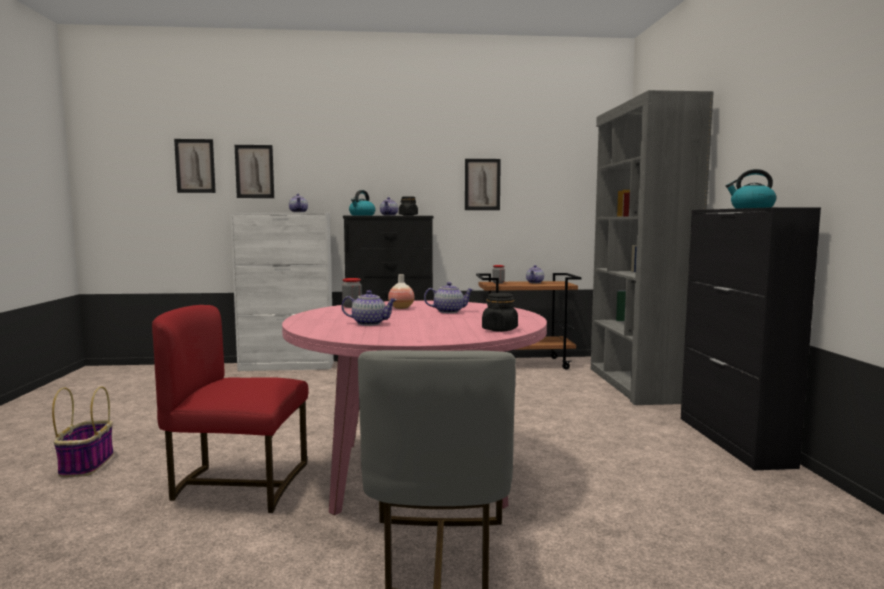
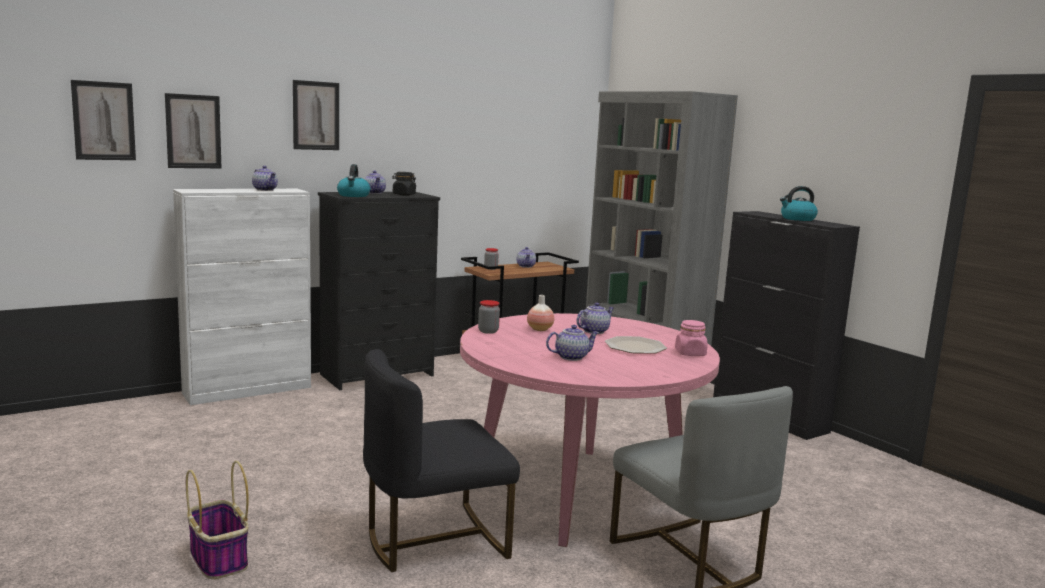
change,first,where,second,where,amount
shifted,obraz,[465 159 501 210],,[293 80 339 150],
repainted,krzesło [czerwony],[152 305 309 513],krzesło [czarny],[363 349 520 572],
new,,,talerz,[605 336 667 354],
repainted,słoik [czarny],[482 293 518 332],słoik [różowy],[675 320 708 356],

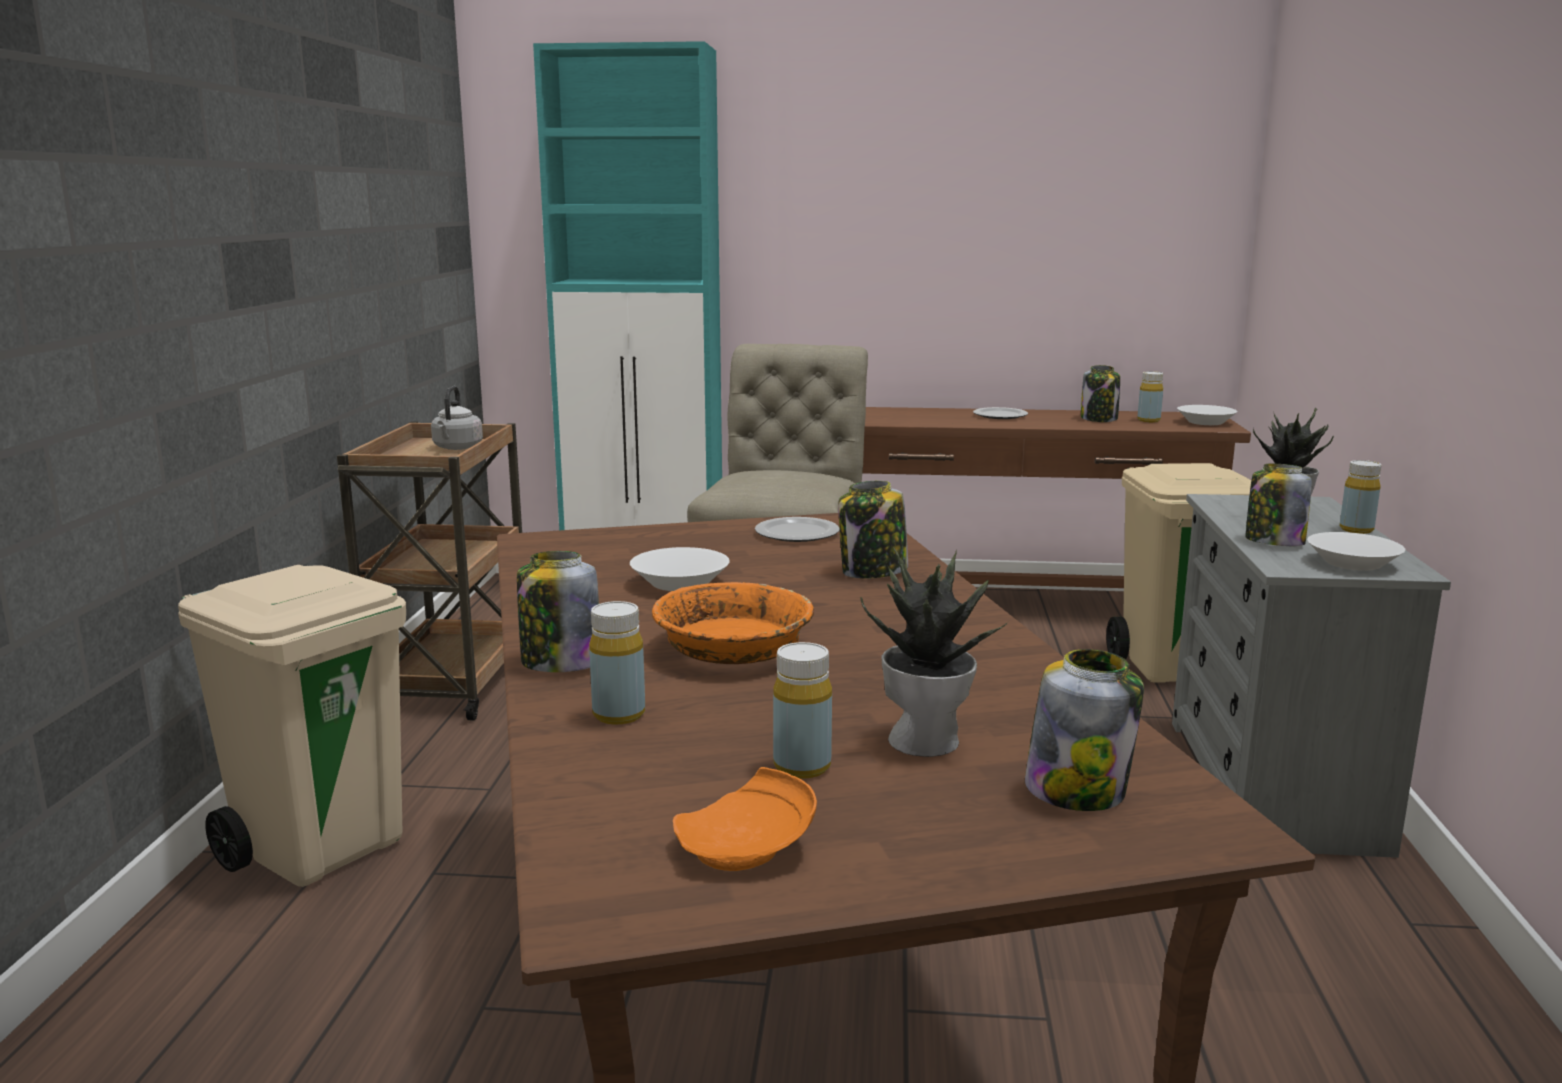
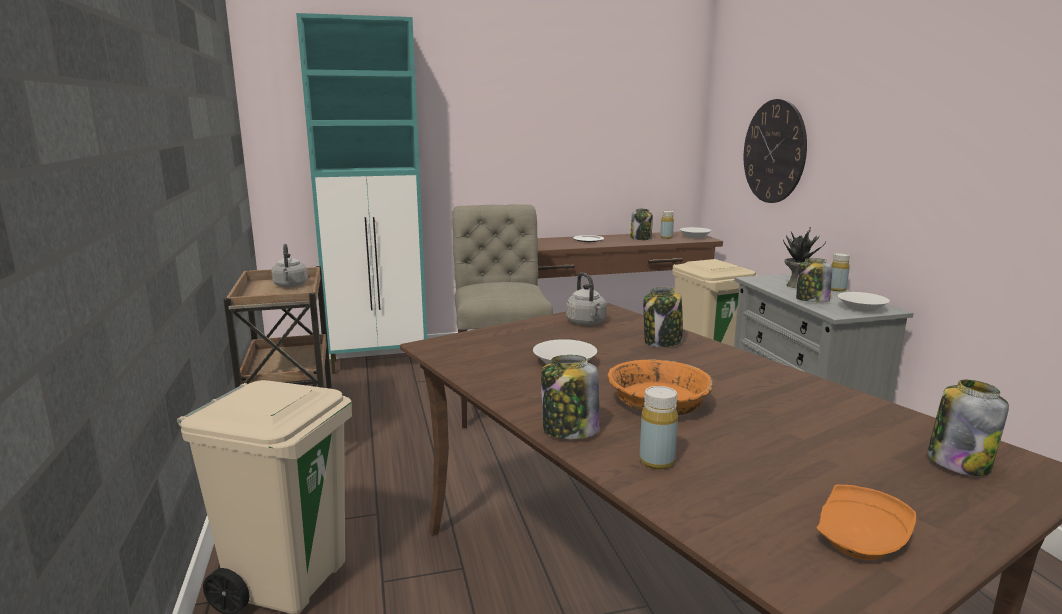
change,first,where,second,where,amount
swapped,talerz,[755 517 839 542],czajnik [szary],[566 272 607 325],
new,,,zegar ścienny,[744 99 807 203],
gone,butelka [żółty],[773 642 832 779],,,
gone,roślina doniczkowa,[860 548 1008 757],,,

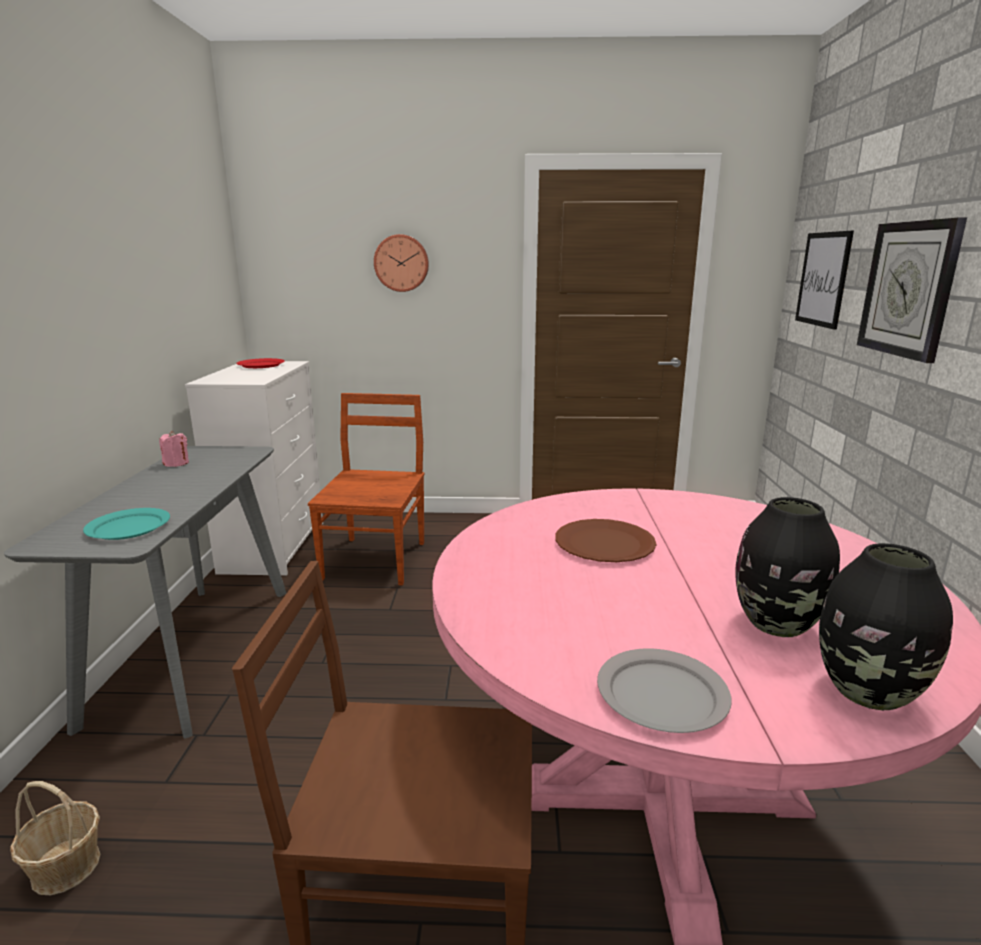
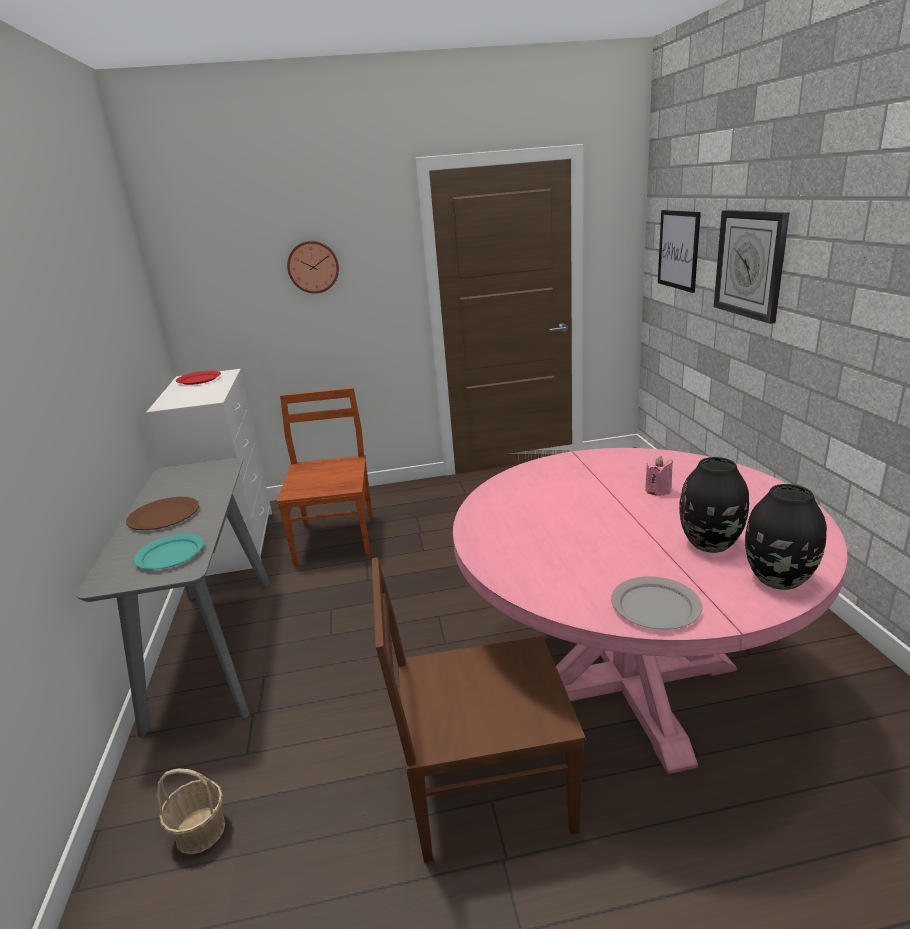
change,first,where,second,where,amount
shifted,talerz [brązowy],[556 519 656 562],,[126 497 199 530],
shifted,świeca [różowy],[159 430 189 467],,[645 456 673 496],

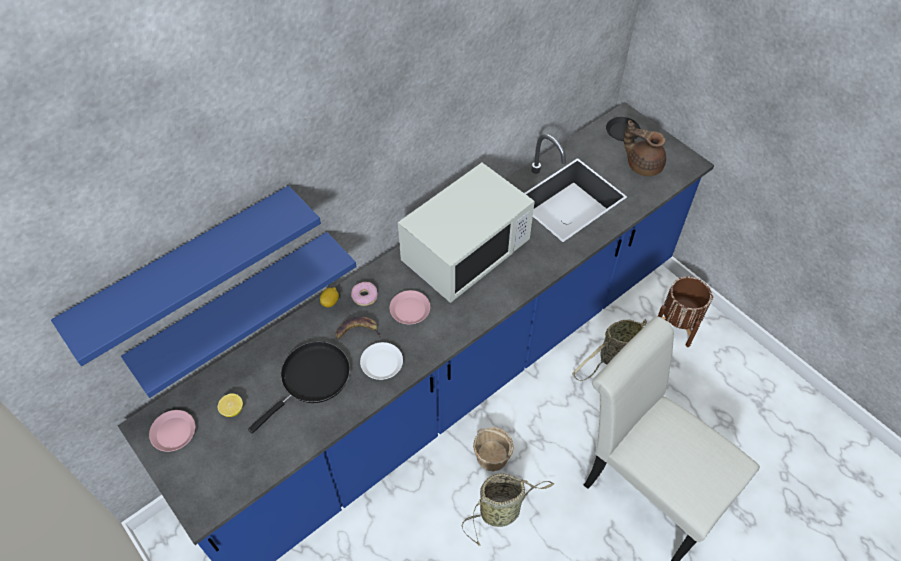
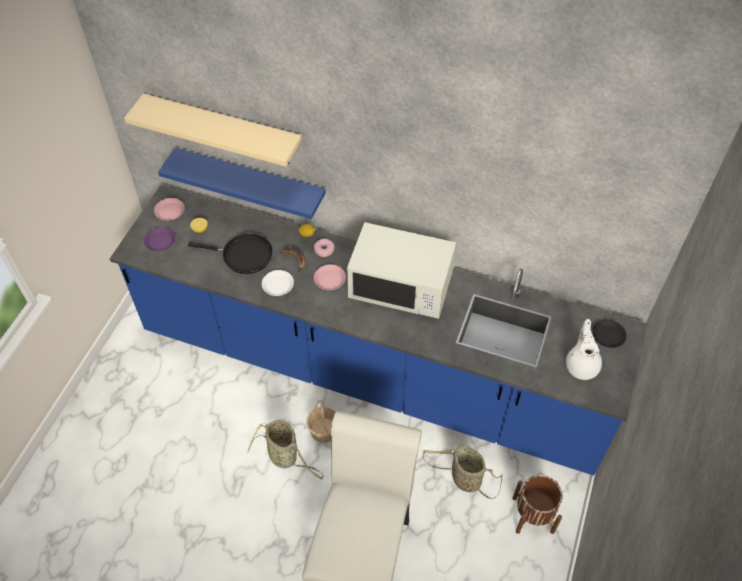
change,first,where,second,where,amount
repainted,półka [niebieski],[51 186 321 366],półka [beżowy],[124 94 302 166],
new,,,talerz [fioletowy],[144 227 175 251],
repainted,imbryk [brązowy],[624 120 666 176],imbryk [biały],[566 319 602 380],

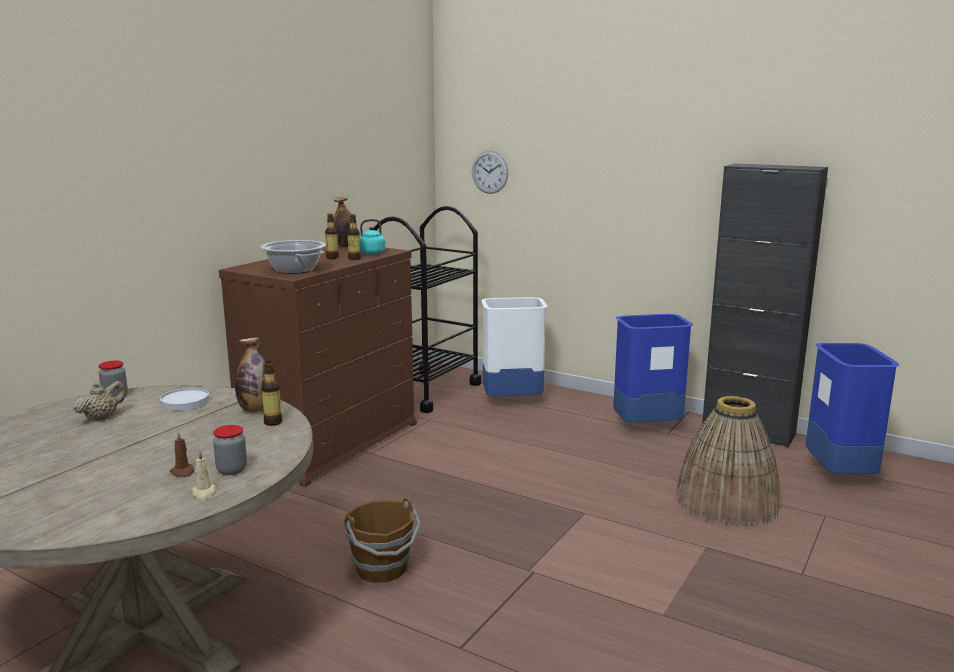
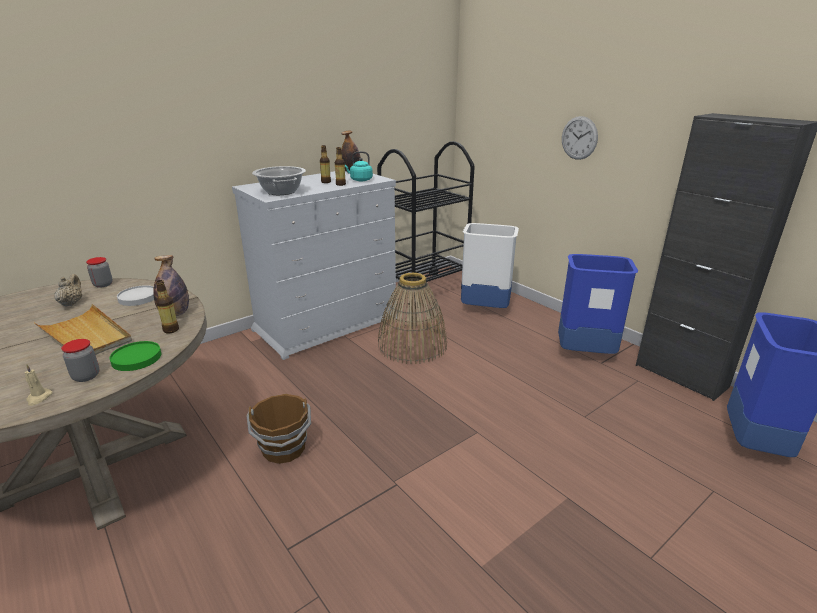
change,first,where,second,where,amount
new,,,taca [beżowy],[34 304 132 355],
rotated,imbryk [beżowy],[73 381 126 421],,[54 274 82 307],60 degrees counterclockwise
new,,,talerz [zielony],[109 341 161 371],
repainted,komoda [brązowy],[219 246 417 487],komoda [biały],[232 171 397 360],
shifted,koszyk,[676 396 780 527],,[378 273 447 364],
shifted,zegar ścienny,[472 151 508 194],,[562 116 598 160],
gone,świeca [brązowy],[169 432 194 477],,,

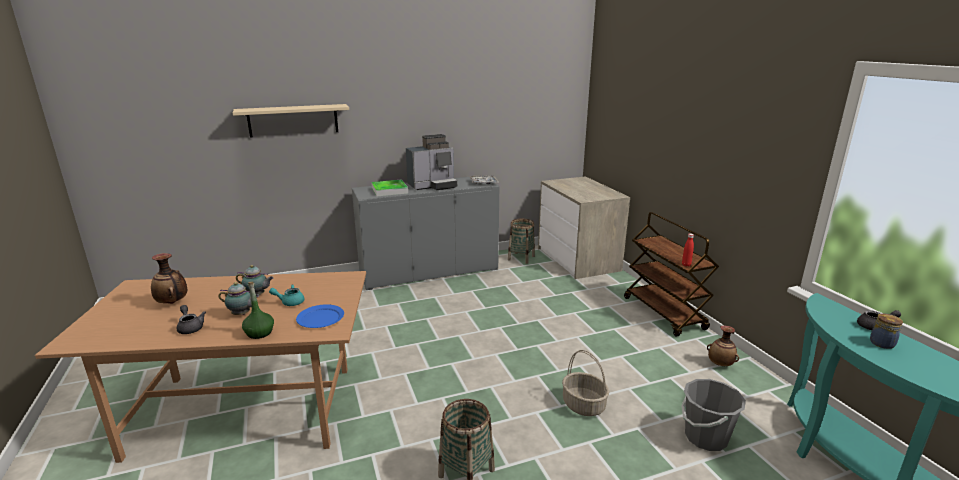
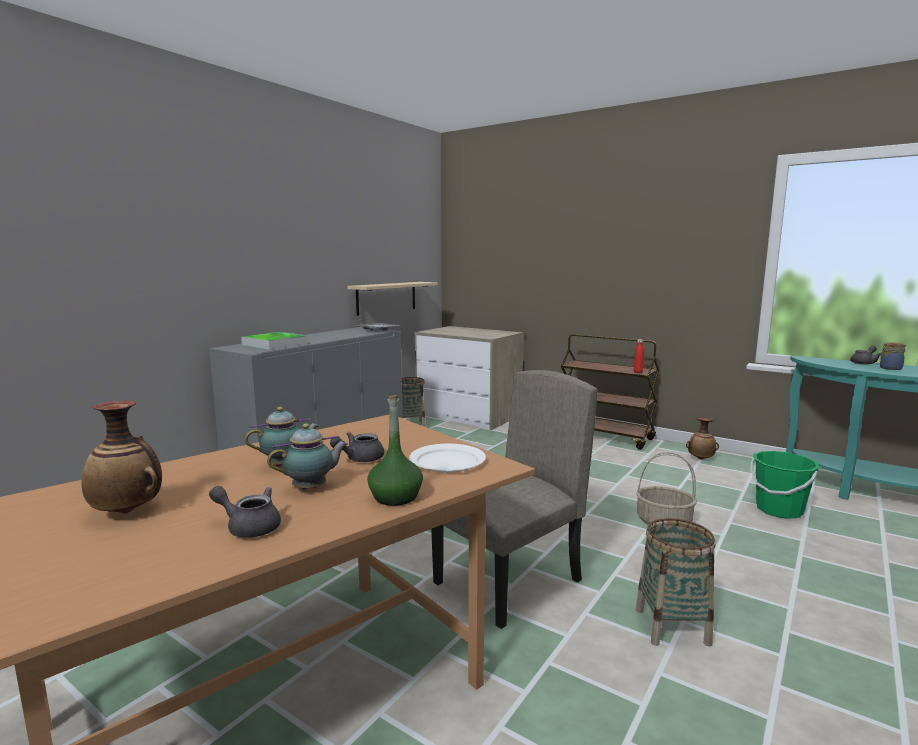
change,first,where,second,where,amount
repainted,imbryk [turkusowy],[269 285 305 306],imbryk [szary],[330 432 384 462],
shifted,półka [beżowy],[232 104 349 138],,[347 282 438 316],
repainted,talerz [niebieski],[296 304 344 328],talerz [biały],[409 444 486 473],
new,,,krzesło [beżowy],[431 370 598 629],
repainted,wiadro [szary],[681 379 746 451],wiadro [zielony],[750 451 820 519],
gone,ekspres do kawy,[406 134 457 190],,,

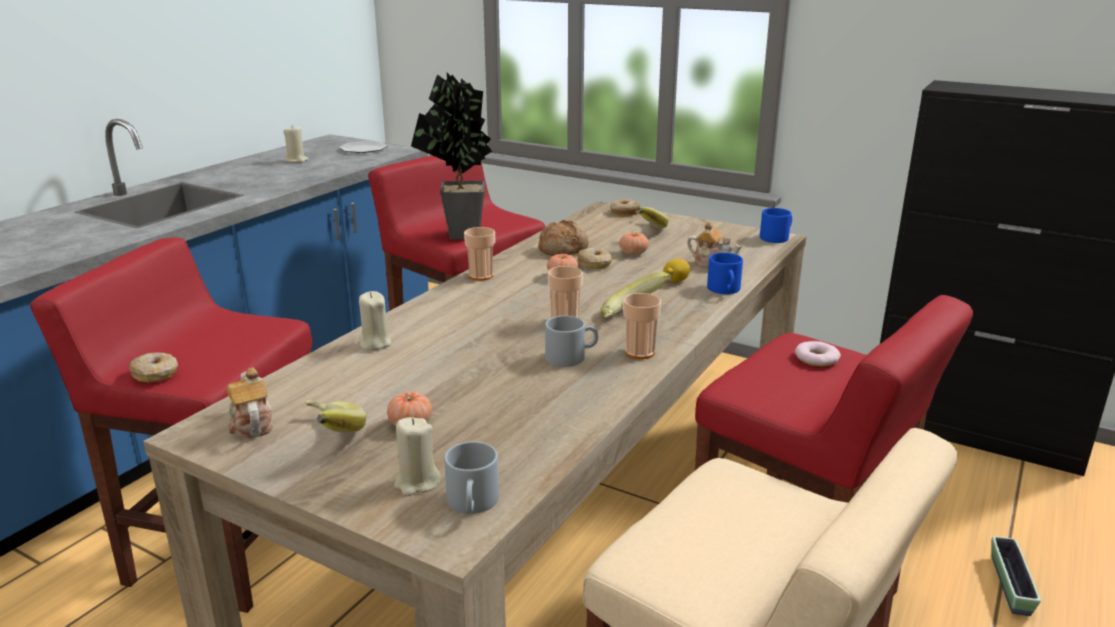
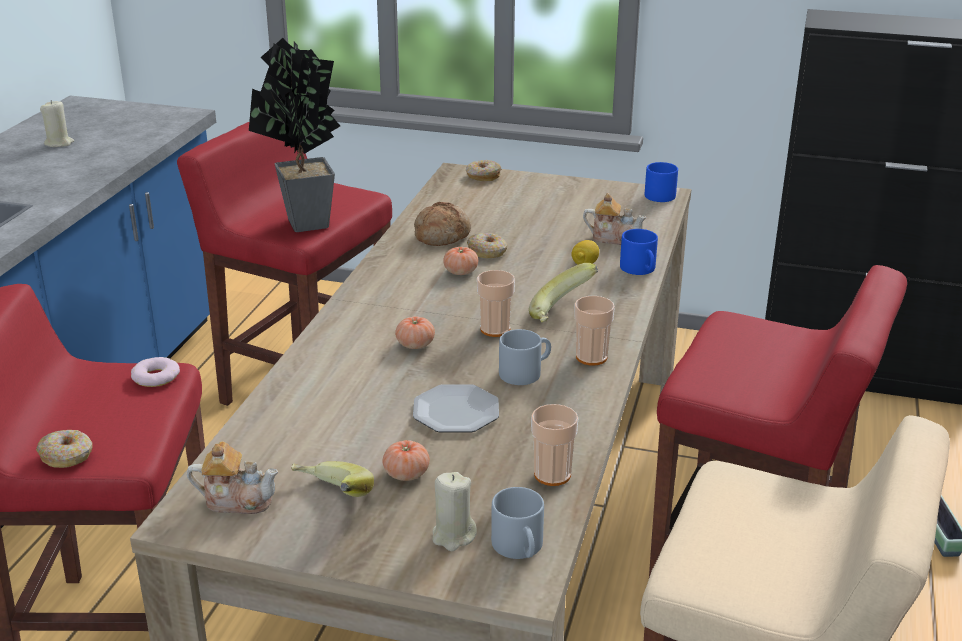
change,first,where,second,where,amount
shifted,donut,[795 341 841 366],,[131 357 180 387],
rotated,imbryk,[227 367 273 438],,[187 441 278 514],135 degrees clockwise
shifted,pomidor,[619 232 649 255],,[395 316 435 349],
shifted,talerz,[339 141 387 153],,[413 384 499 433],
shifted,filiżanka,[464 227 495 281],,[531 404 578 486],
gone,świeca [beżowy],[359 291 391 350],,,
gone,banan,[637 207 669 229],,,

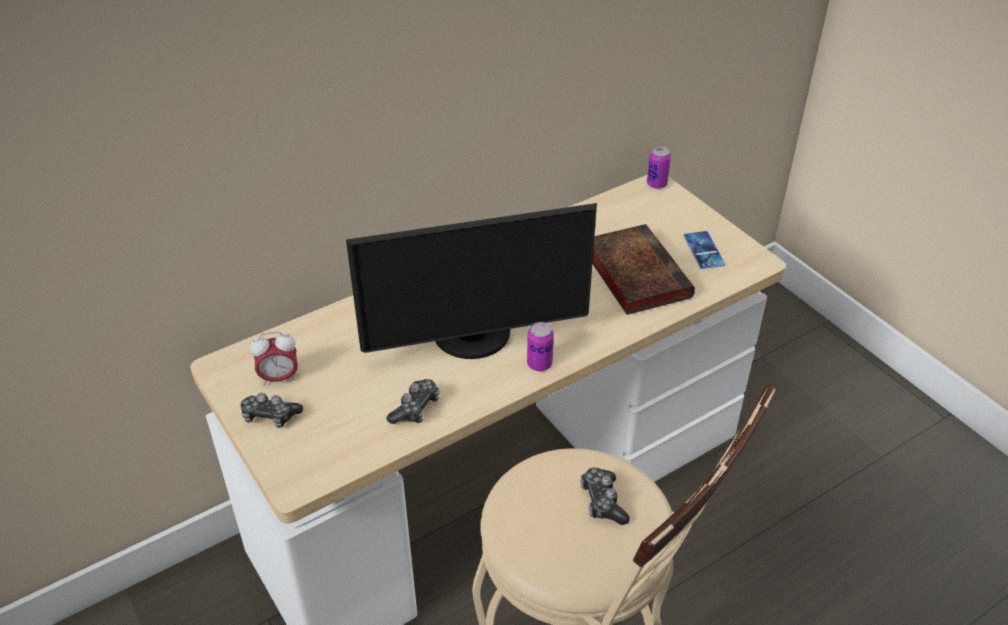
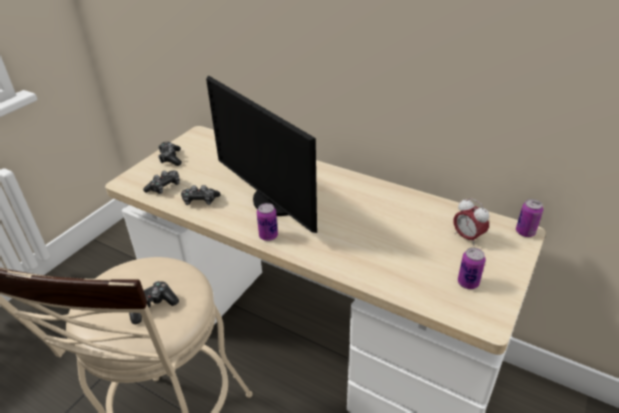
change,first,where,second,where,amount
new,,,pad do gier,[143 171 180 194],
shifted,budzik,[250 332 298 386],,[454 198 489 246],
swapped,telefon,[684 231 725 269],puszka,[458 248 486 289],
gone,książka,[592 224 695 315],,,

